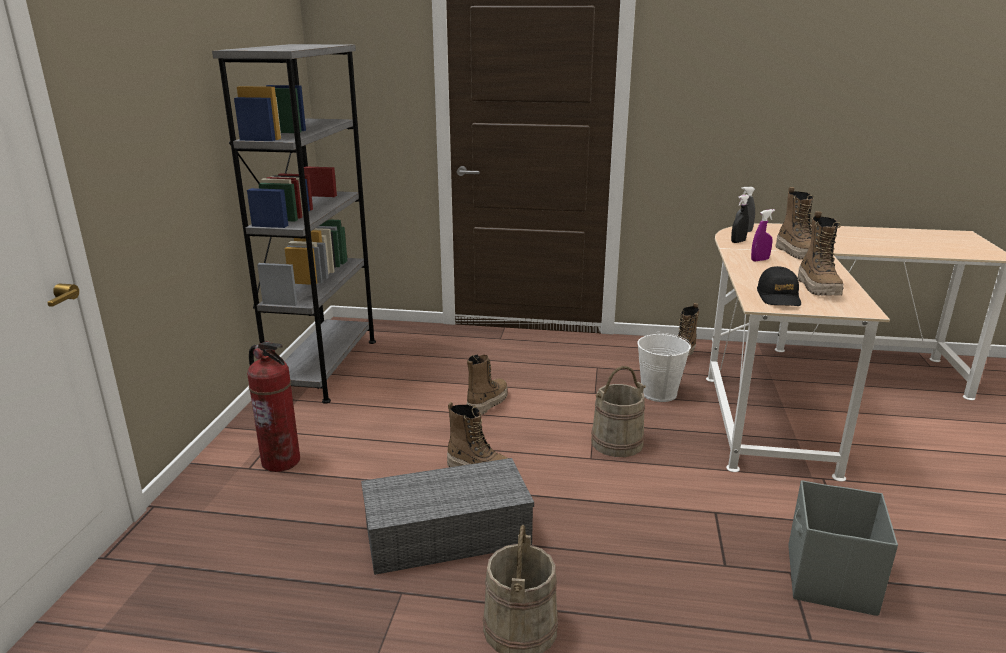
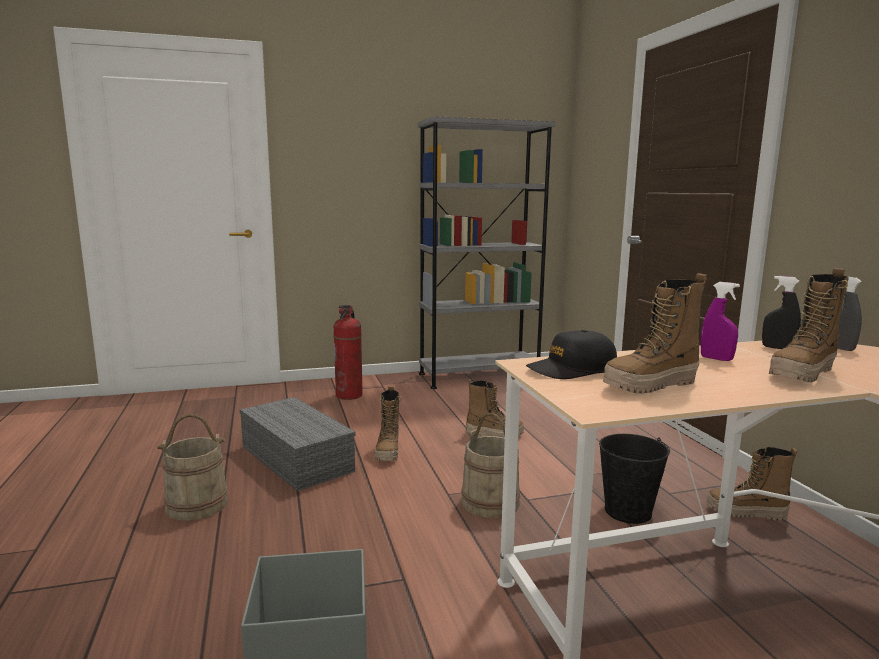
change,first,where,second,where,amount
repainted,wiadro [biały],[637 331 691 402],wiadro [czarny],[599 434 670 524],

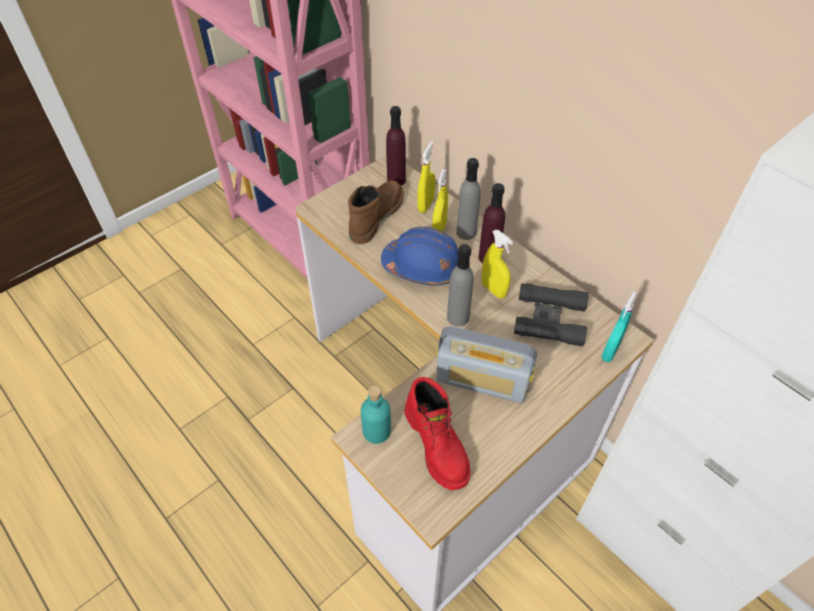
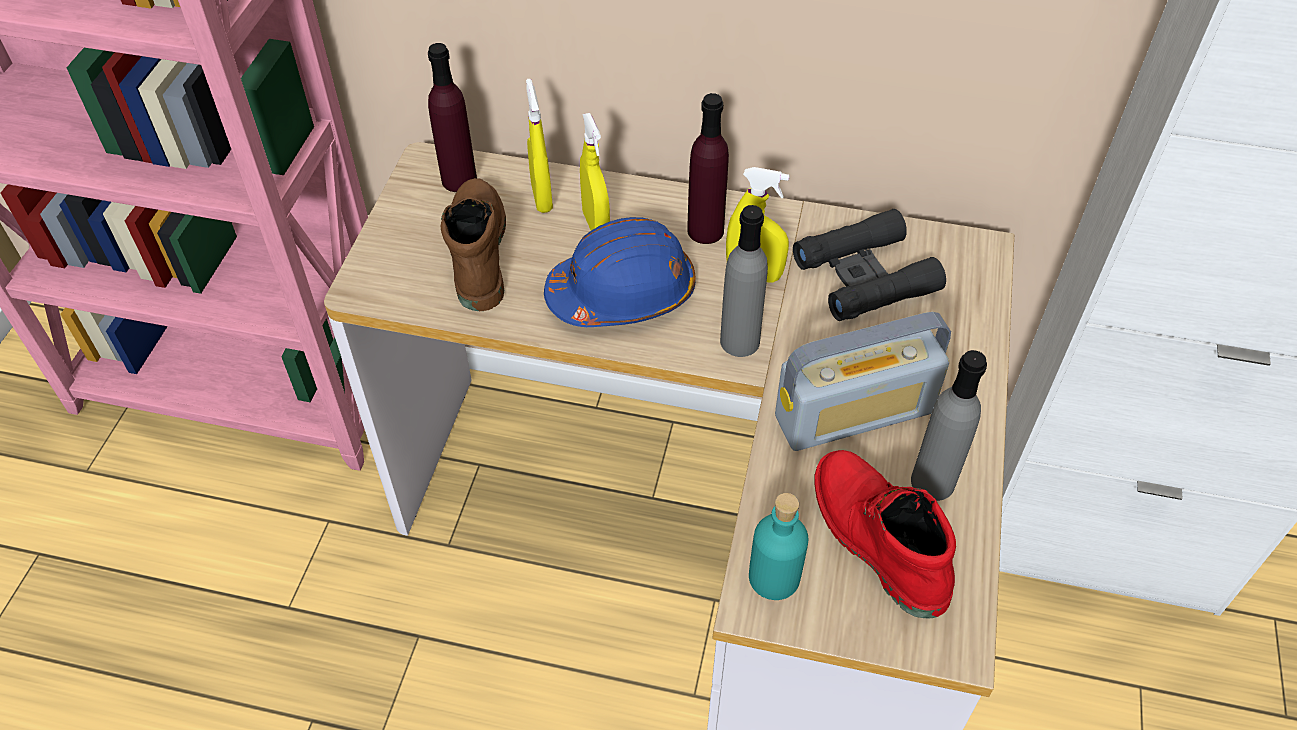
change,first,where,second,where,amount
rotated,but z cholewką [czerwony],[405 377 470 490],,[814 450 956 618],150 degrees counterclockwise
shifted,butelka [szary],[456 158 481 240],,[911 350 987 501],
gone,spryskiwacz [turkusowy],[601 291 638 362],,,

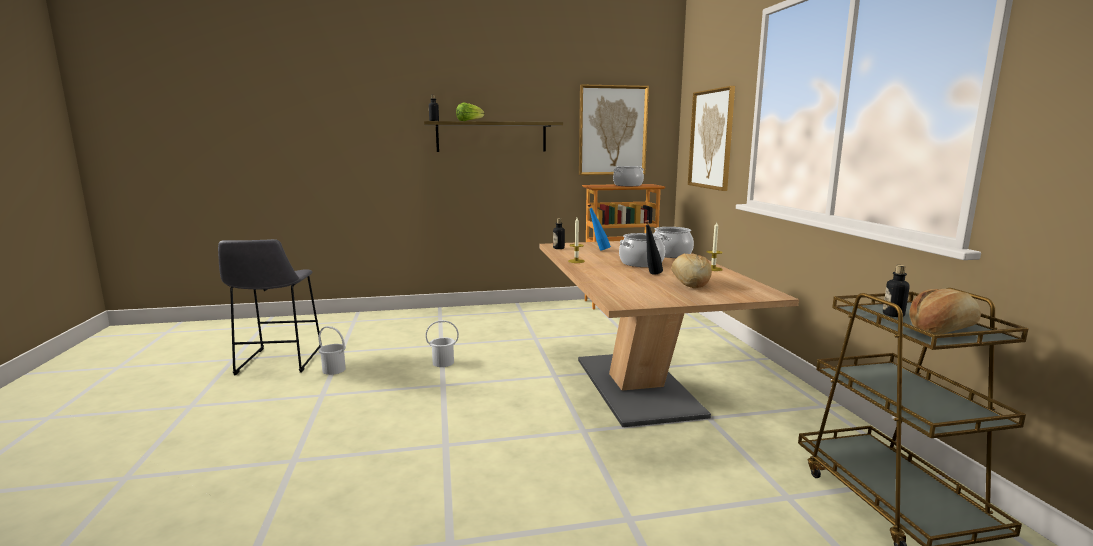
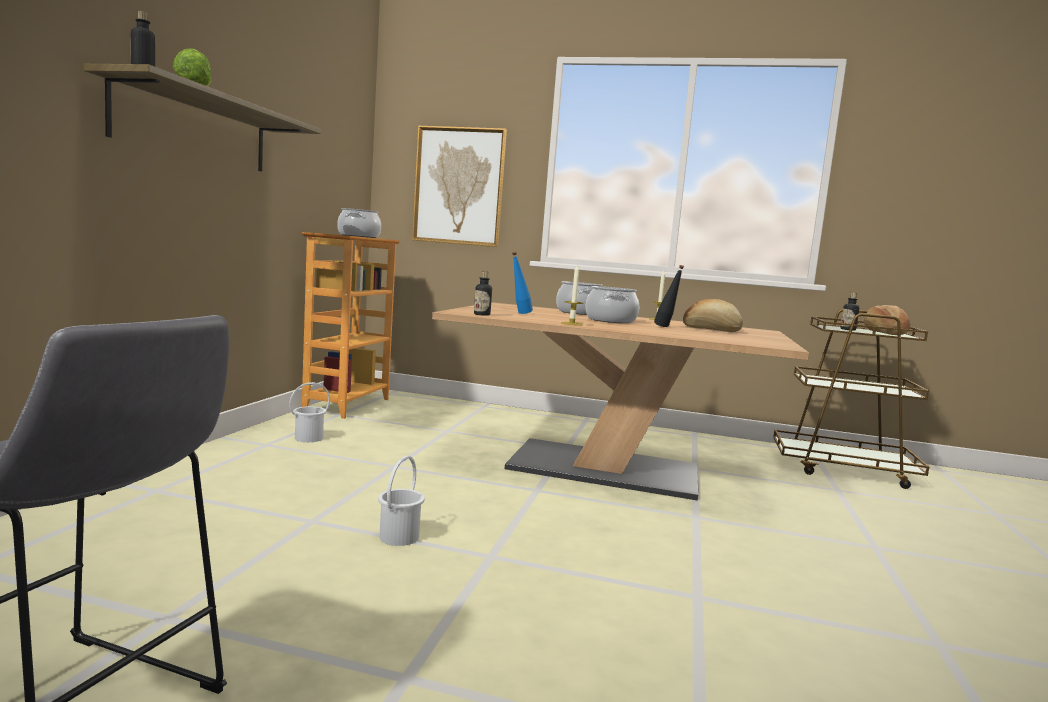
change,first,where,second,where,amount
shifted,wiadro [biały],[318 326 346 375],,[289 382 330 442],
gone,obraz,[579 84 649 175],,,

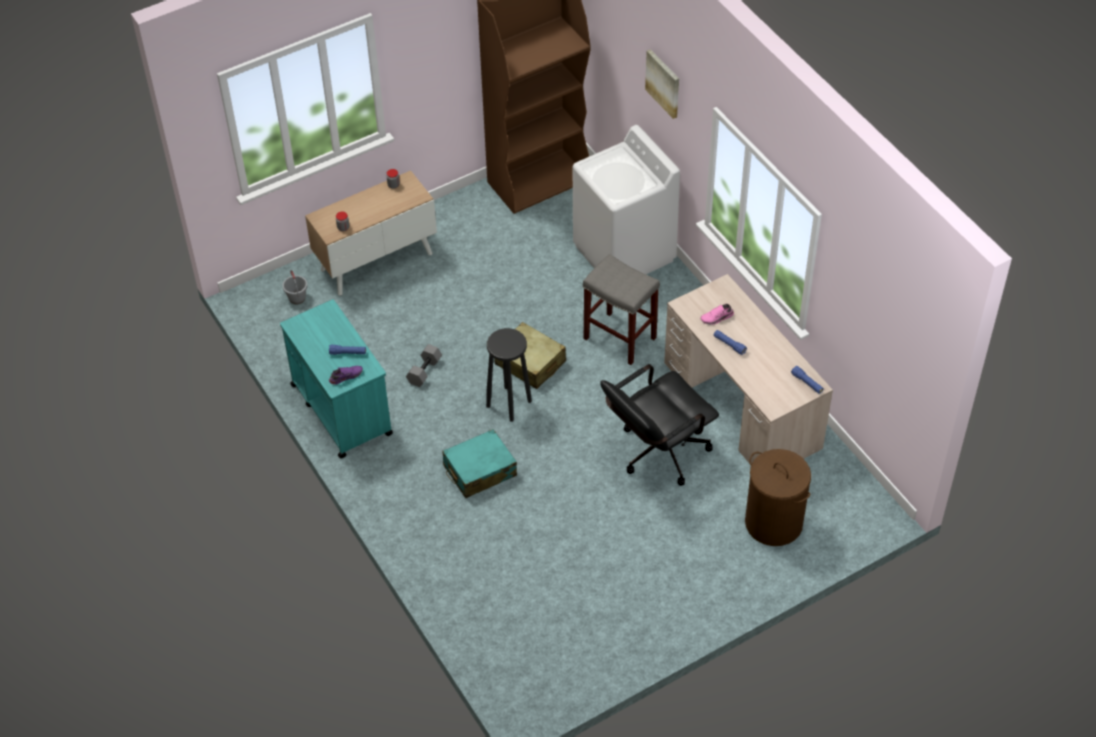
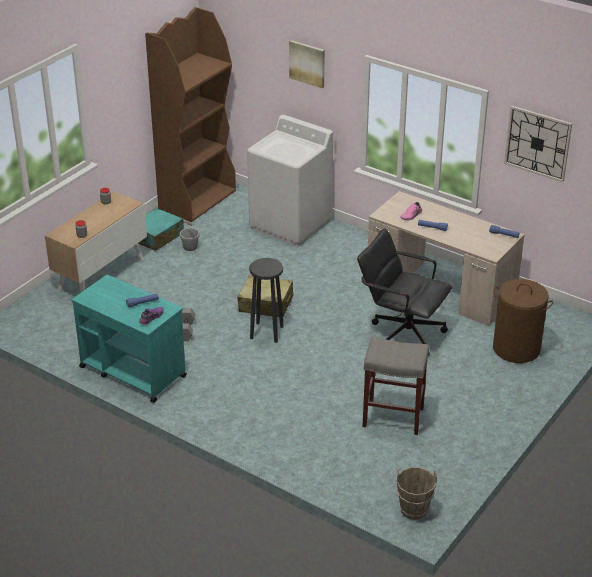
change,first,where,second,where,amount
shifted,walizka [turkusowy],[443 429 517 498],,[138 208 184 251],
shifted,wiadro [szary],[282 270 308 304],,[180 221 200 251],
rotated,krzesło biurowe [czarny],[600 364 719 486],,[357 228 452 356],90 degrees clockwise
shifted,stołek [szary],[583 254 660 365],,[362 337 430 435],
new,,,wiadro [brązowy],[397 467 437 520],
new,,,zegar ścienny,[504 106 572 182],

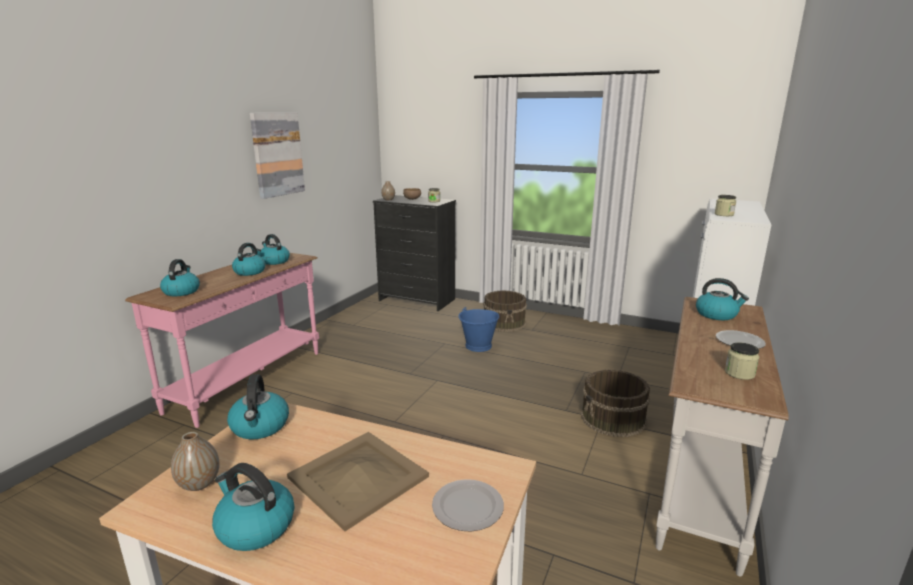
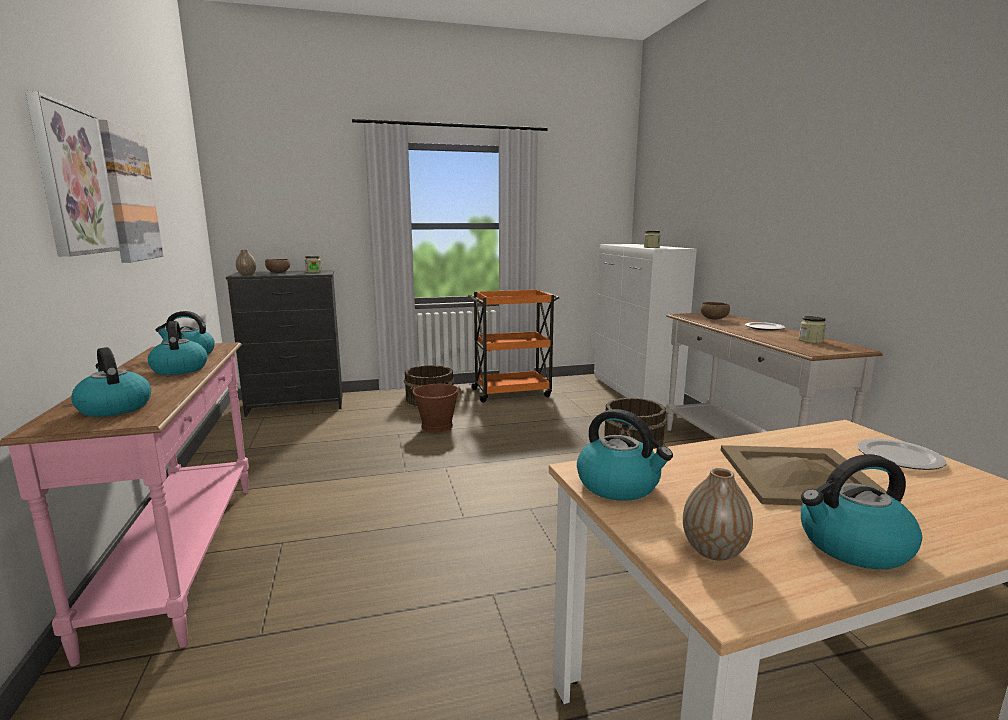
change,first,where,second,where,amount
new,,,obraz,[25 91 120 257],
repainted,wiadro [niebieski],[458 307 499 352],wiadro [brązowy],[411 384 461 432],
new,,,wózek [pomarańczowy],[468 289 559 403],
swapped,czajnik,[696 278 749 320],miska [brązowy],[700 302 730 320],

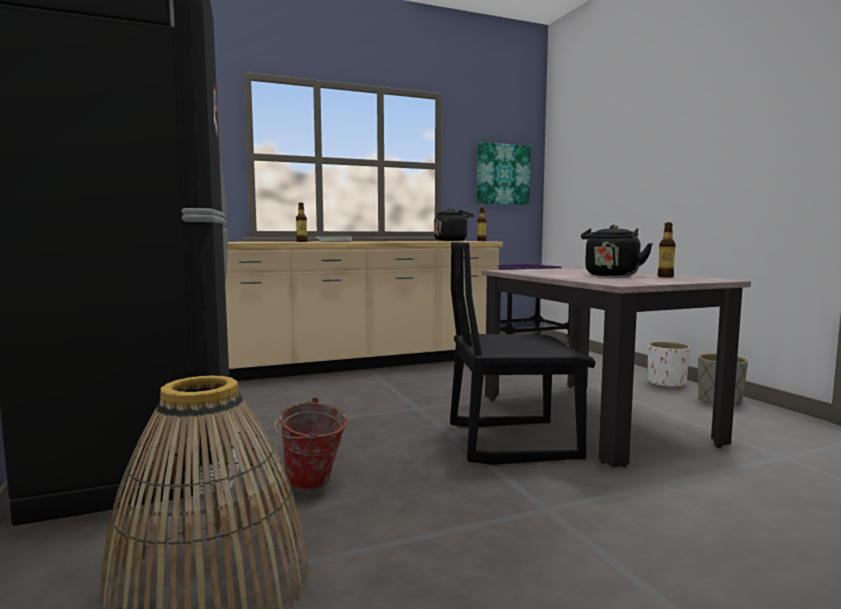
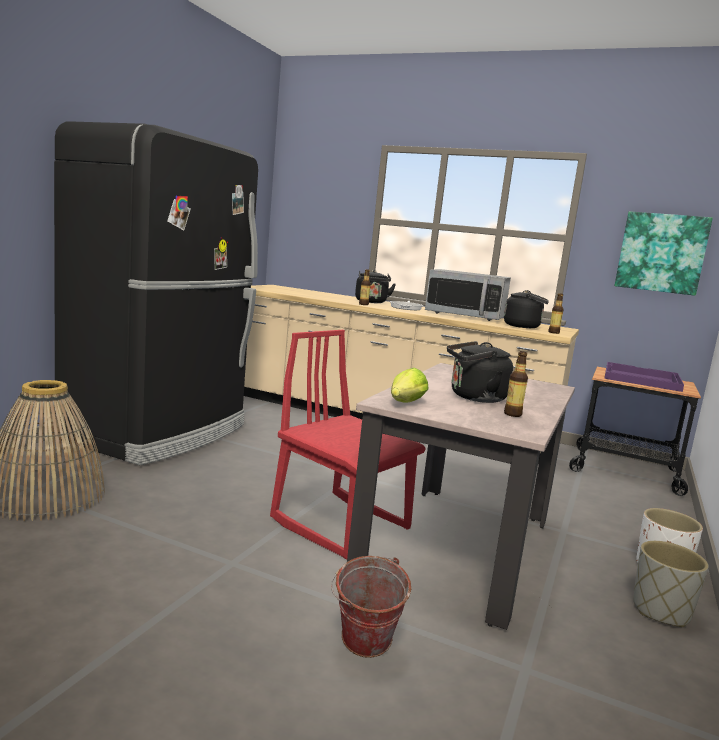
change,first,where,second,where,amount
repainted,krzesło [czarny],[450 242 596 465],krzesło [czerwony],[270 330 426 560],
shifted,wiadro,[274 398 347 490],,[331 556 411 658],
new,,,czajnik [czarny],[355 270 396 303],
new,,,sałata,[391 368 429 403],
new,,,mikrofalówka,[425 269 511 321],

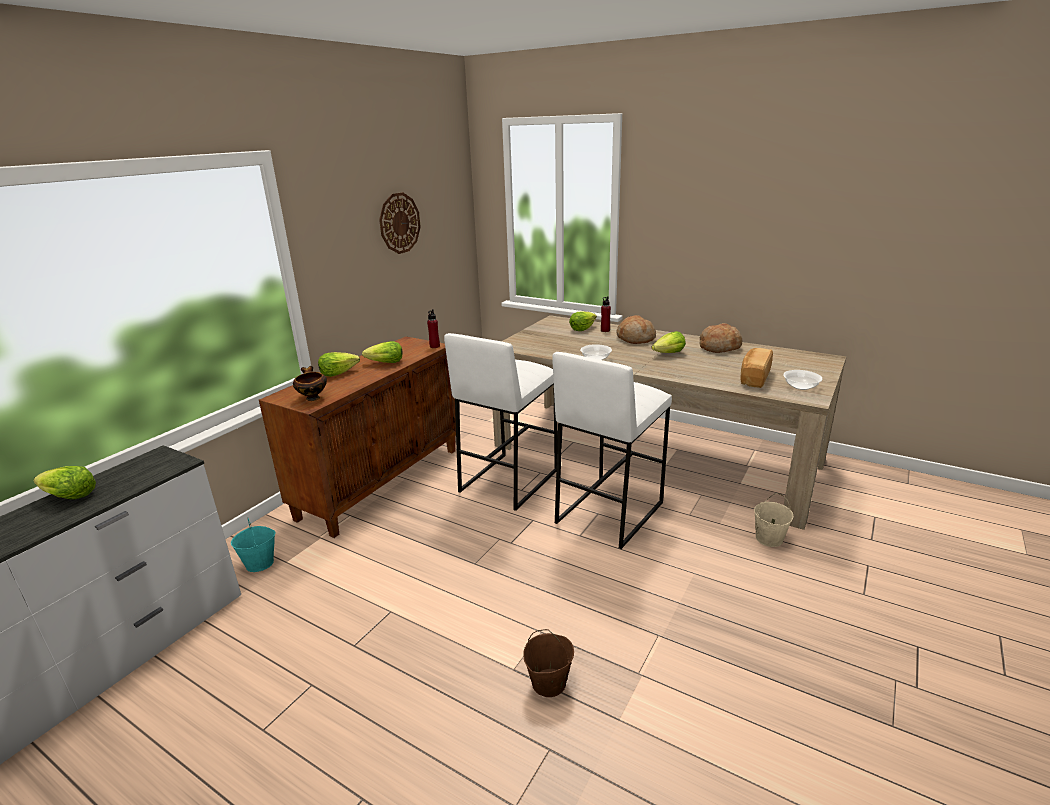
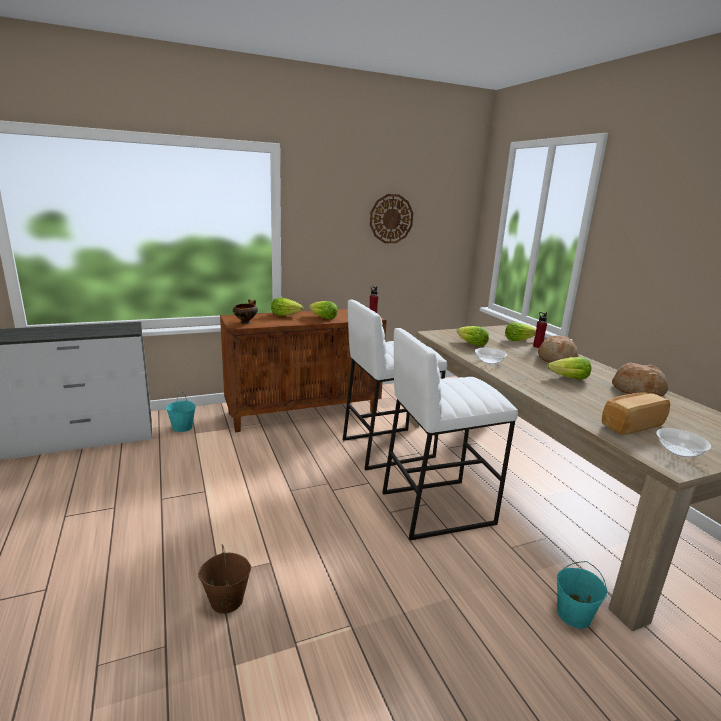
change,first,where,second,where,amount
shifted,sałata,[33 466 96 499],,[457 326 489 346],
repainted,wiadro [beżowy],[754 493 793 547],wiadro [turkusowy],[557 561 607 629],

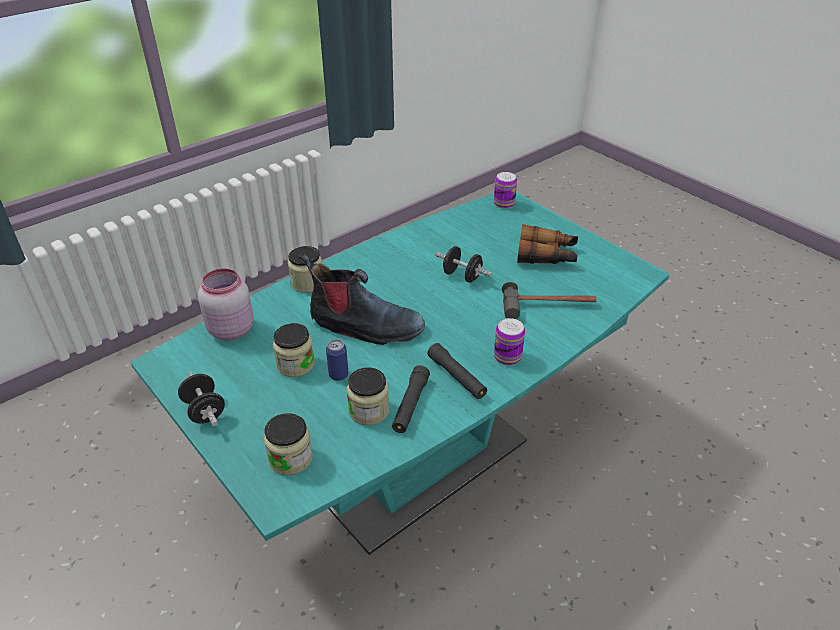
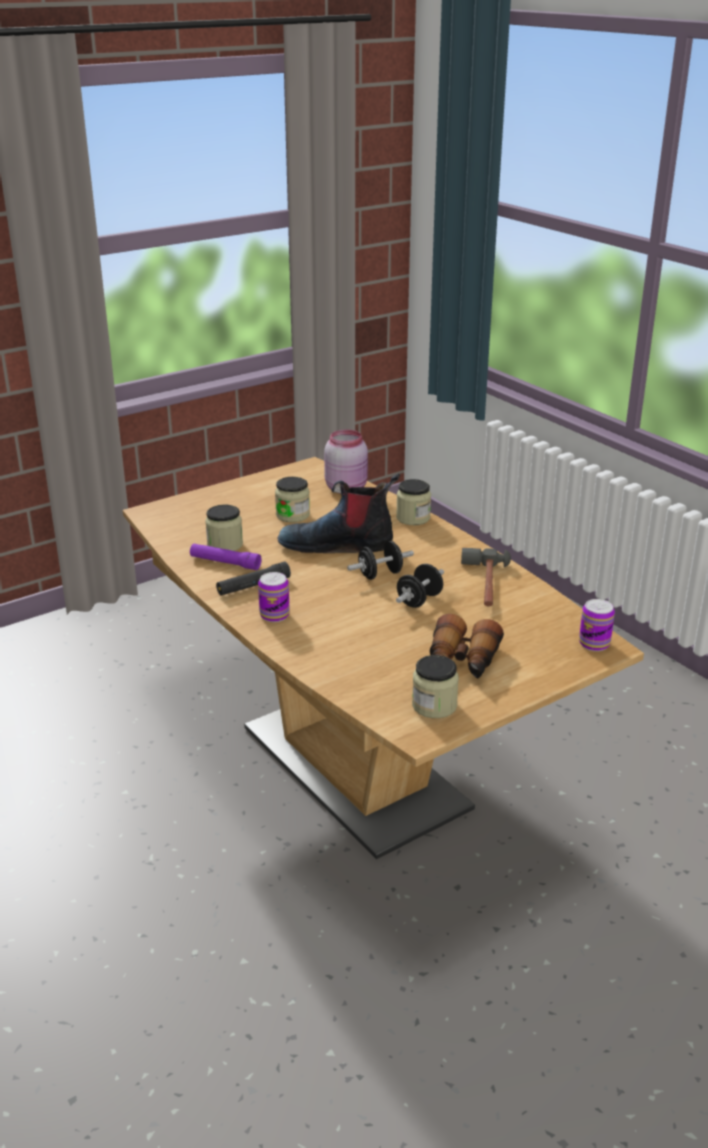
change,first,where,second,where,amount
repainted,stół jadalny [turkusowy],[131 192 670 555],stół jadalny [brązowy],[123 457 644 859],
repainted,latarka [czarny],[392 365 430 433],latarka [fioletowy],[190 544 262 570],
rotated,but z cholewką,[299 251 425 345],,[278 474 400 553],75 degrees clockwise
shifted,hantel [czarny],[178 372 225 426],,[347 541 414 580],
shifted,słoik,[264 413 313 475],,[412 655 459 718],
shifted,młotek,[502 282 597 319],,[461 548 511 606],
gone,puszka,[326 339 349 381],,,

